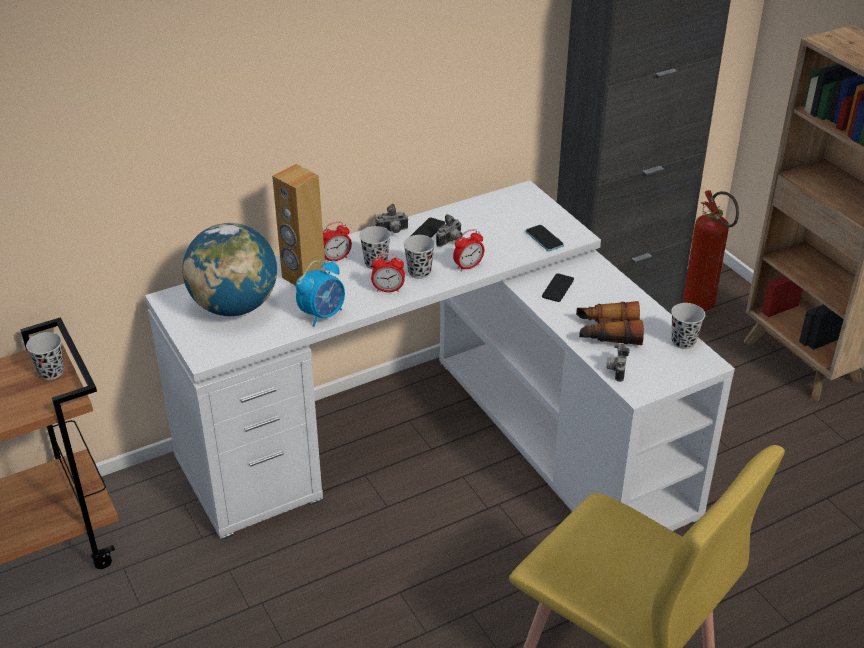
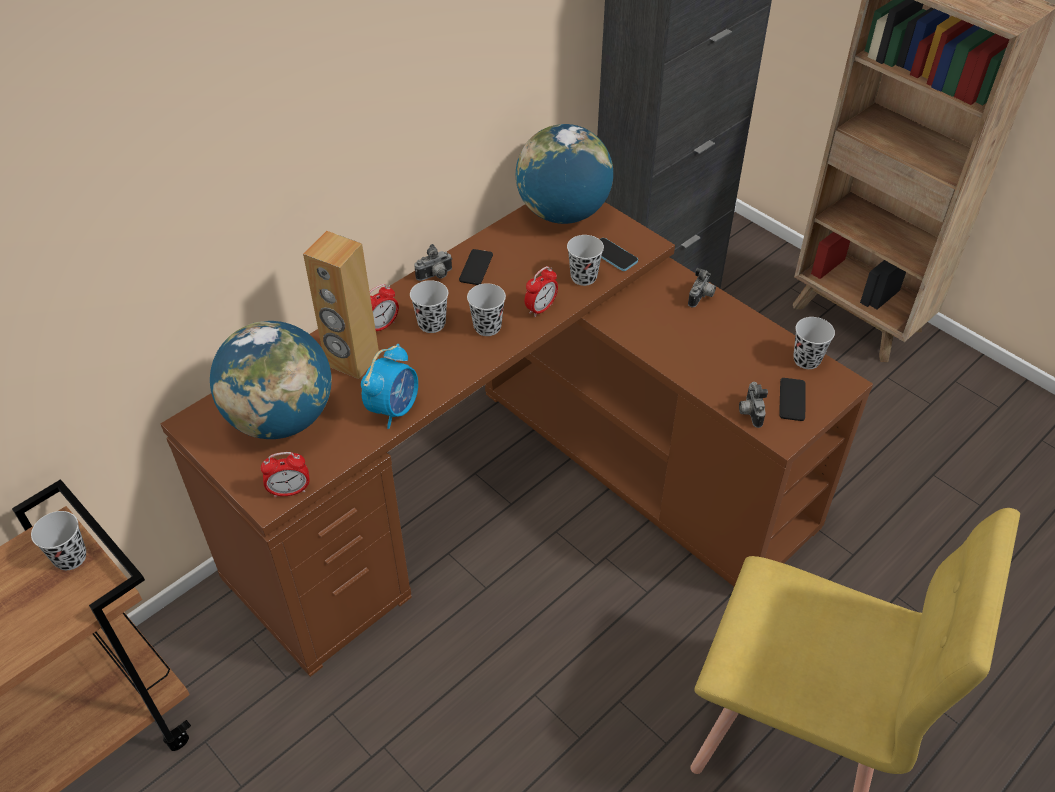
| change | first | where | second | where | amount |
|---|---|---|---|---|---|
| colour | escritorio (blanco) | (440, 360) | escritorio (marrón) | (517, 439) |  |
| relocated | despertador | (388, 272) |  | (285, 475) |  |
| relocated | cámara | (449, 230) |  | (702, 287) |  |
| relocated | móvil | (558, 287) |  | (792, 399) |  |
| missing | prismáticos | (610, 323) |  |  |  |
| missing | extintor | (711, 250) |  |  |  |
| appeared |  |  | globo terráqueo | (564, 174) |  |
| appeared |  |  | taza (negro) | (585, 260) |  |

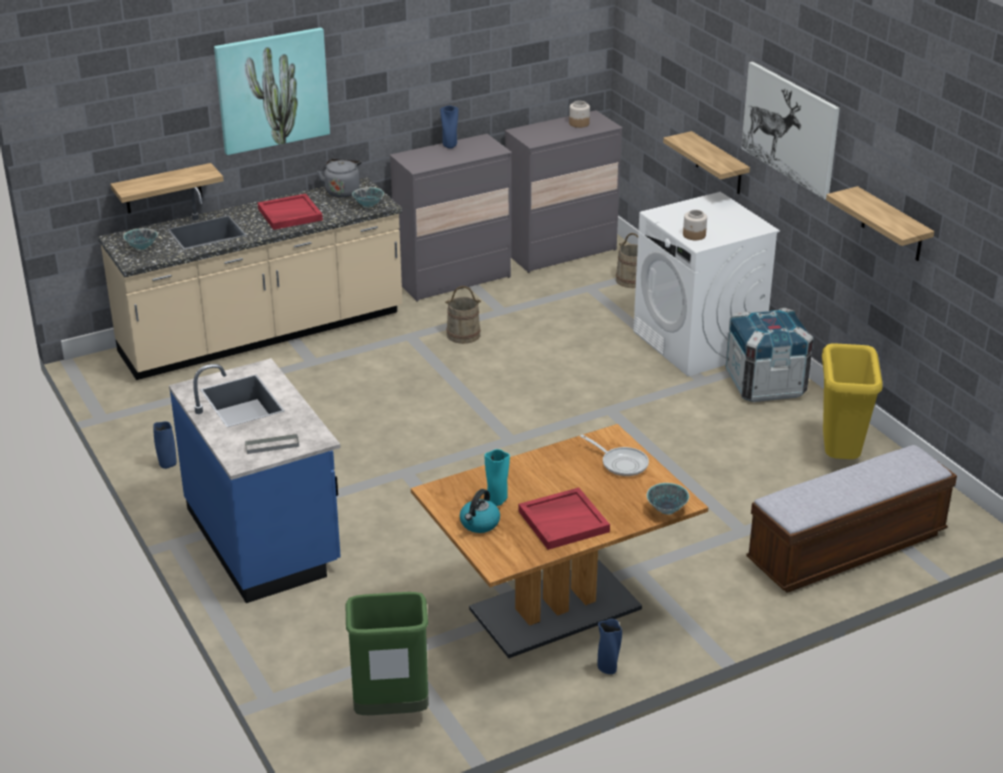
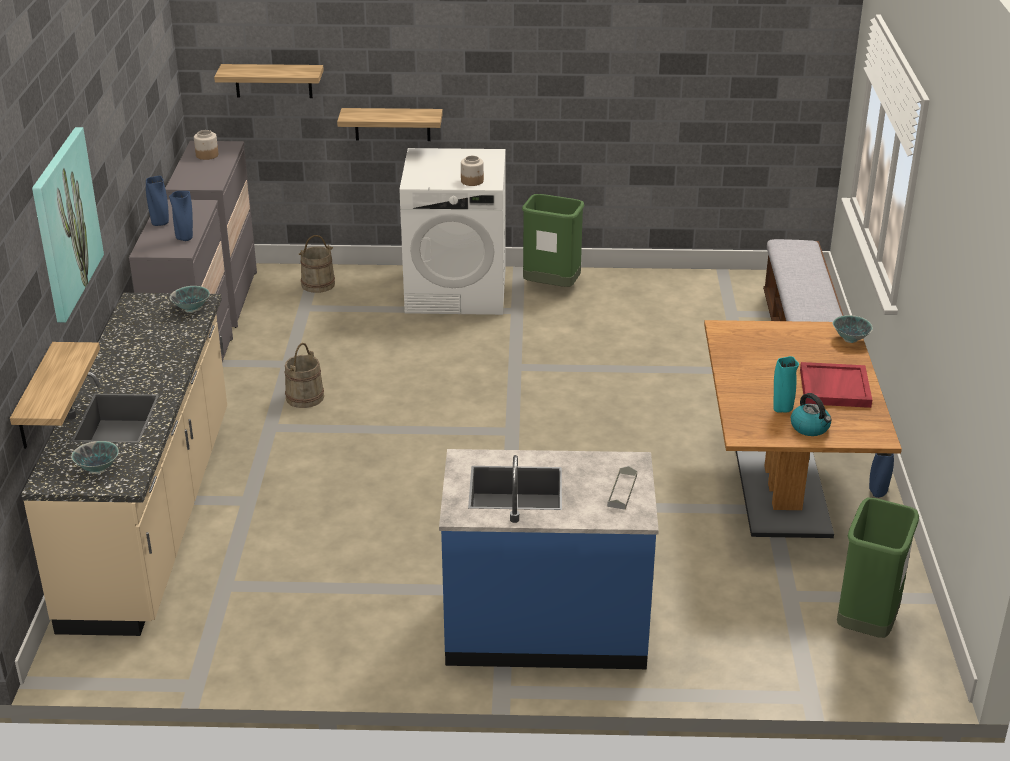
| change | first | where | second | where | amount |
|---|---|---|---|---|---|
| relocated | florero (azul) | (165, 445) |  | (181, 216) |  |
| missing | bandeja (rojo) | (290, 212) |  |  |  |
| missing | hervidor (gris) | (339, 178) |  |  |  |
| missing | sartén | (614, 455) |  |  |  |
| exchanged | caja de embalaje | (769, 355) | papelera (verde) | (553, 240) |  |
| missing | cuadro | (790, 130) |  |  |  |
| missing | papelera (amarillo) | (852, 401) |  |  |  |
| relocated | estante | (880, 223) |  | (269, 81) |  |

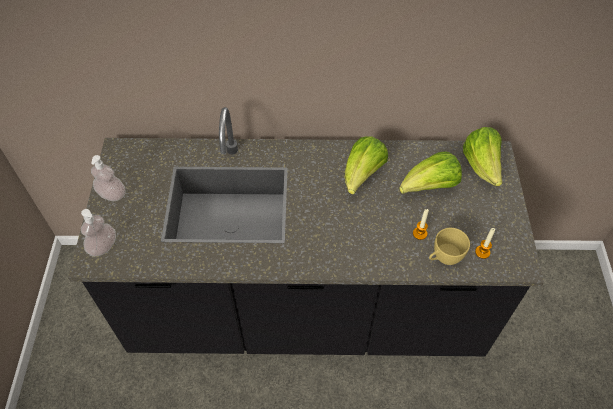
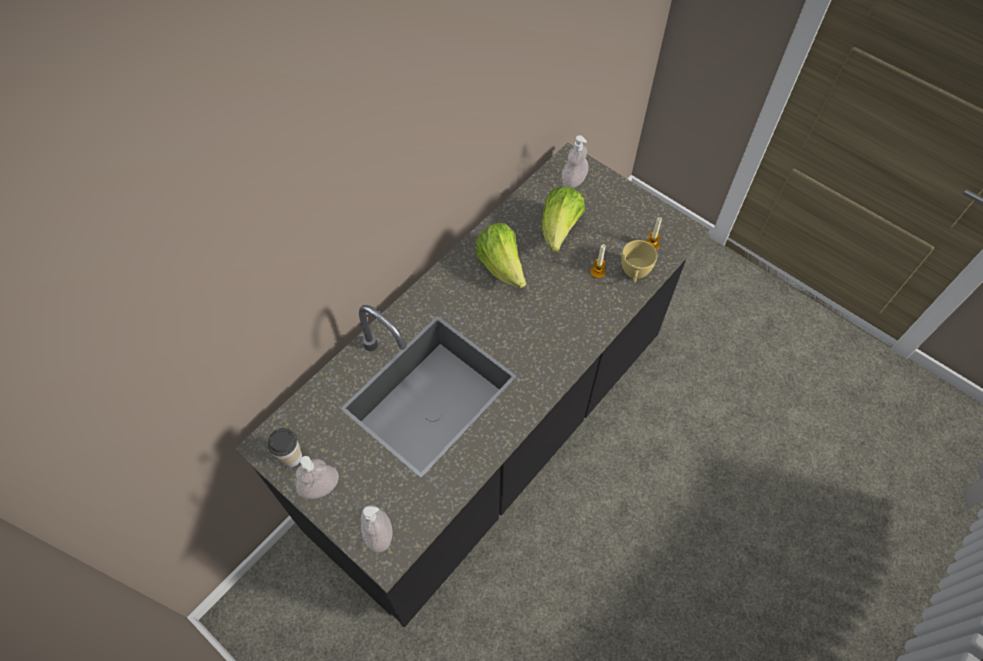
| change | first | where | second | where | amount |
|---|---|---|---|---|---|
| exchanged | lechuga | (482, 156) | dispensador de jabón | (575, 161) |  |
| appeared |  |  | taza | (285, 447) |  |

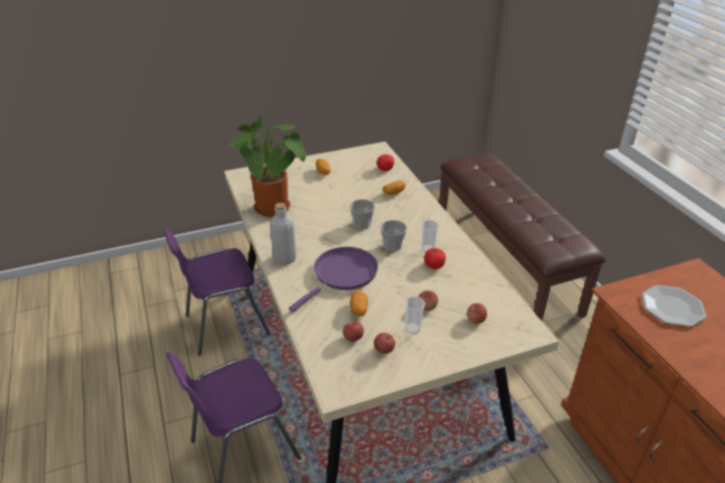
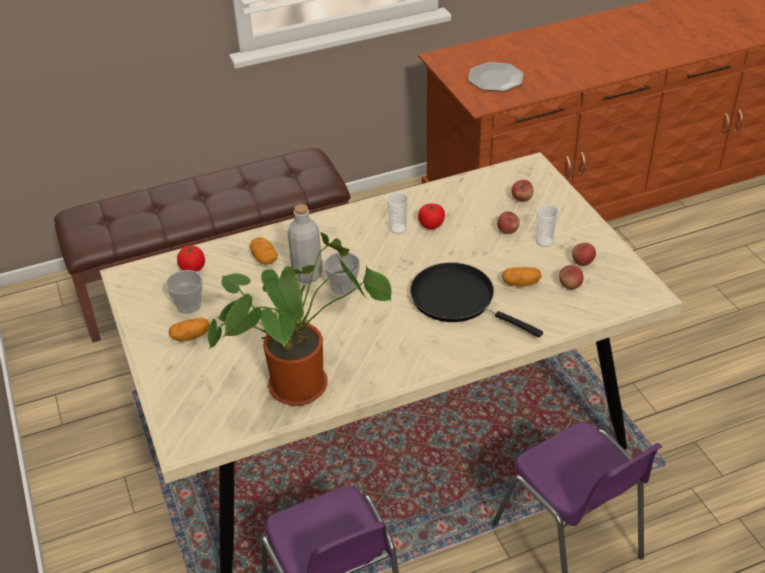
| change | first | where | second | where | amount |
|---|---|---|---|---|---|
| relocated | botella (gris) | (283, 234) |  | (305, 243) |  |
| colour | sartén (morado) | (333, 279) | sartén (negro) | (476, 300) |  |
| relocated | taza | (394, 235) |  | (184, 292) |  |

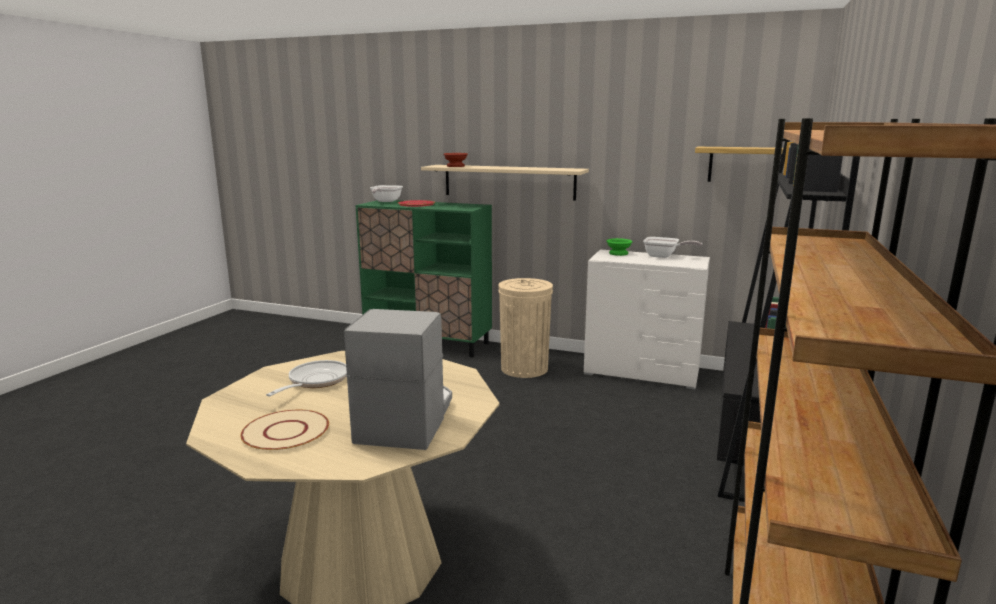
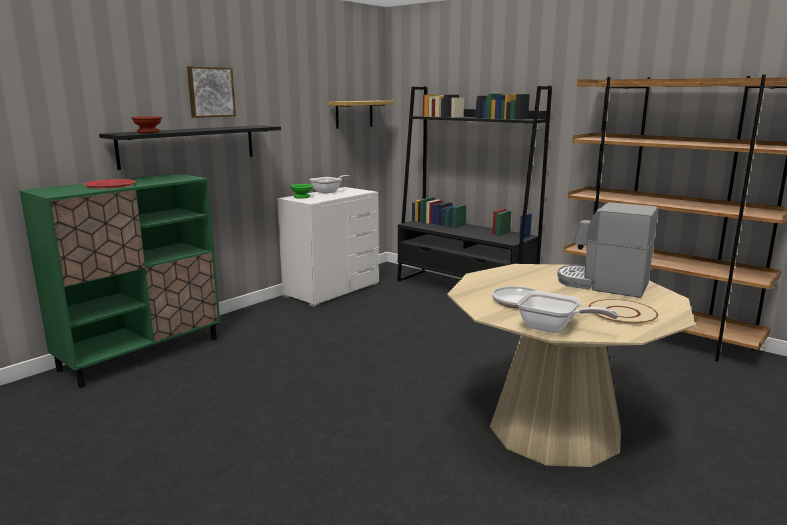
| change | first | where | second | where | amount |
|---|---|---|---|---|---|
| relocated | sartén | (386, 193) |  | (567, 312) |  |
| colour | estante (beis) | (505, 183) | estante (negro) | (190, 147) |  |
| missing | papelera (beis) | (525, 328) |  |  |  |
| appeared |  |  | cuadro | (211, 92) |  |

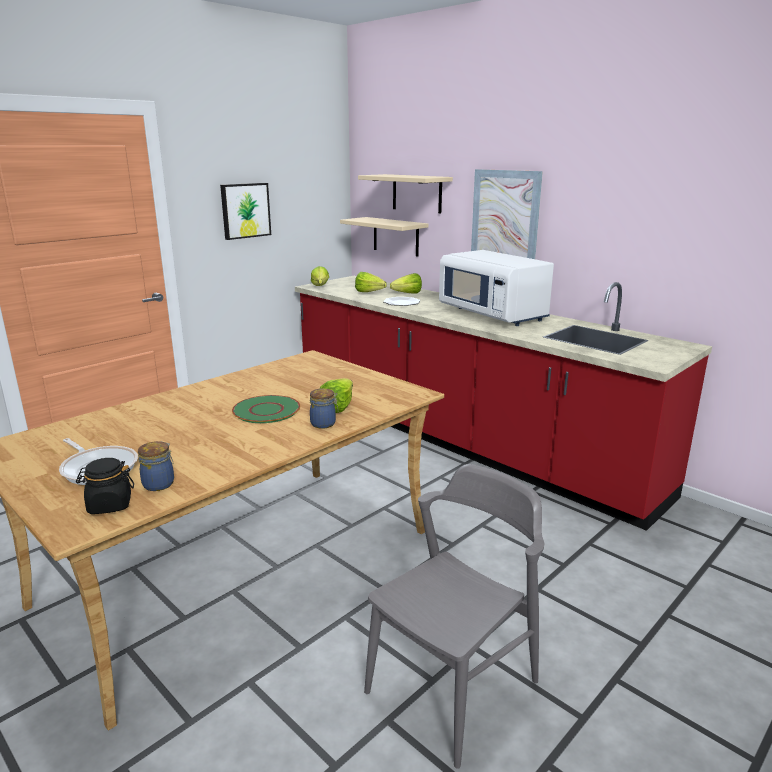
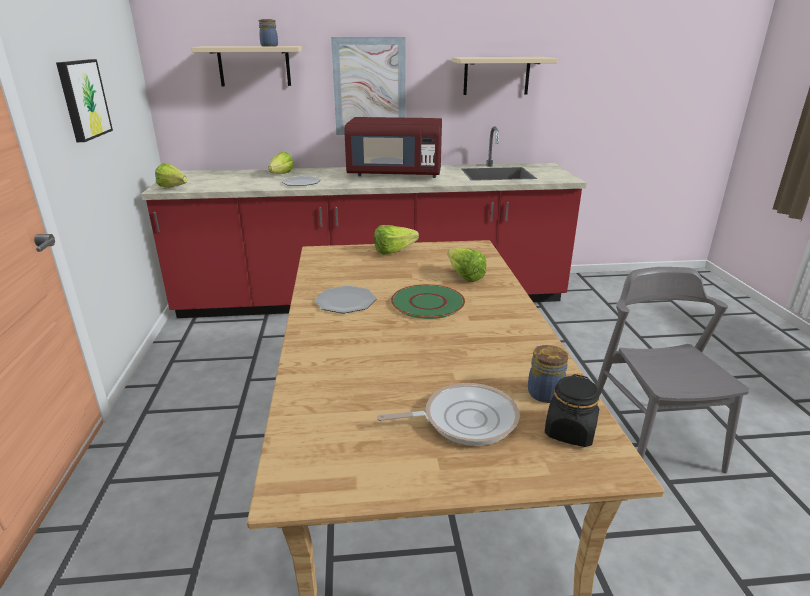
| change | first | where | second | where | amount |
|---|---|---|---|---|---|
| relocated | tarro | (324, 408) |  | (268, 33) |  |
| relocated | estante (beis) | (384, 236) |  | (504, 76) |  |
| relocated | lechuga | (371, 282) |  | (396, 240) |  |
| colour | microondas (blanco) | (496, 288) | microondas (rojo) | (393, 147) |  |
| appeared |  |  | plato | (346, 299) |  |

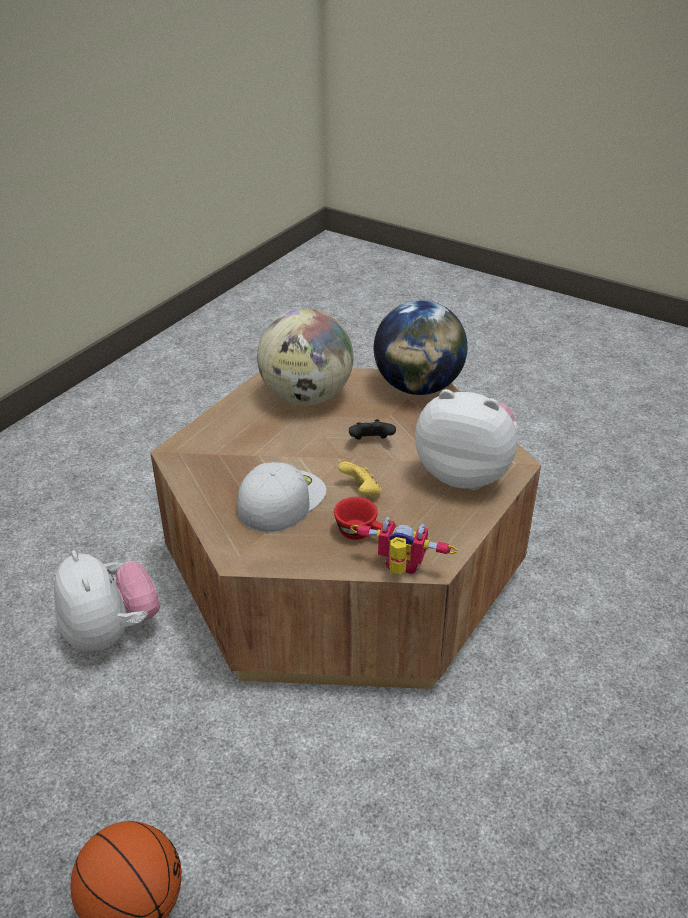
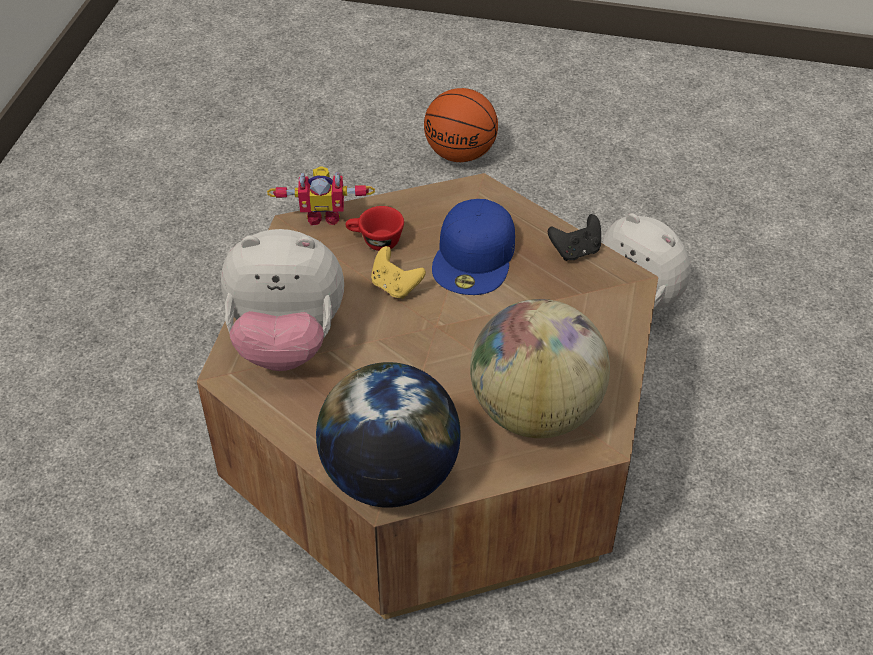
| change | first | where | second | where | amount |
|---|---|---|---|---|---|
| colour | gorra (blanco) | (282, 497) | gorra (azul) | (473, 247) |  |
| relocated | mando de consola (negro) | (372, 429) |  | (574, 237) |  |

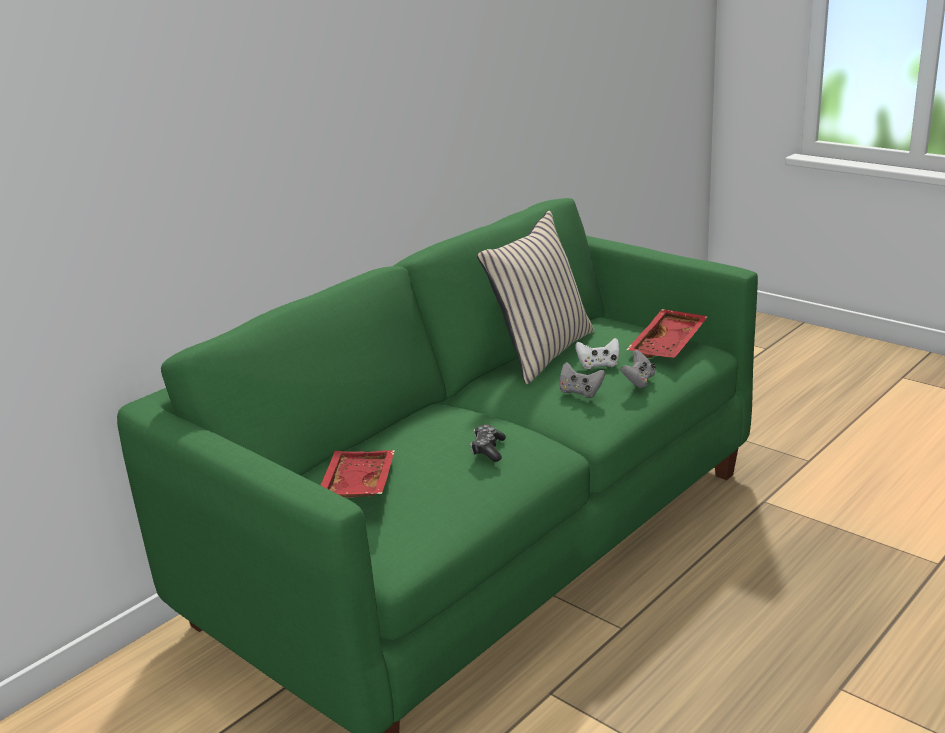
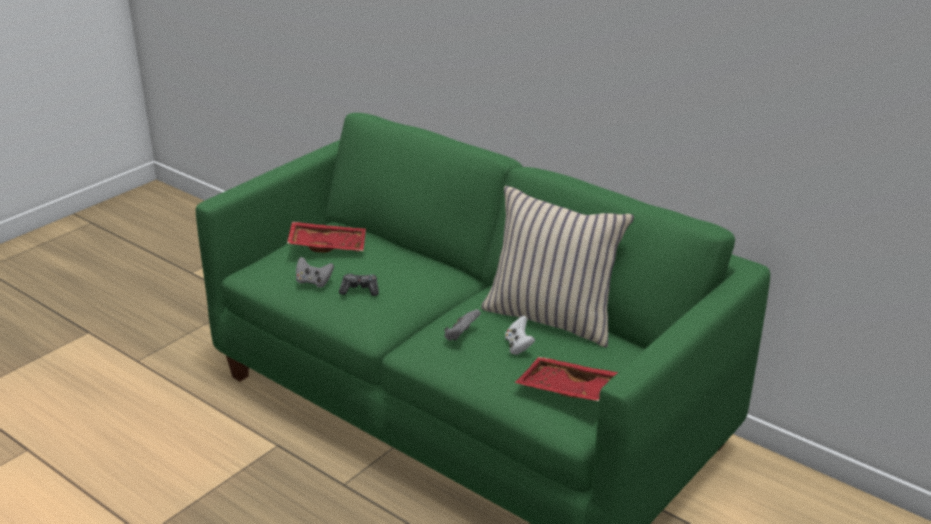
| change | first | where | second | where | amount |
|---|---|---|---|---|---|
| relocated | mando de consola (gris) | (638, 369) |  | (315, 272) |  |

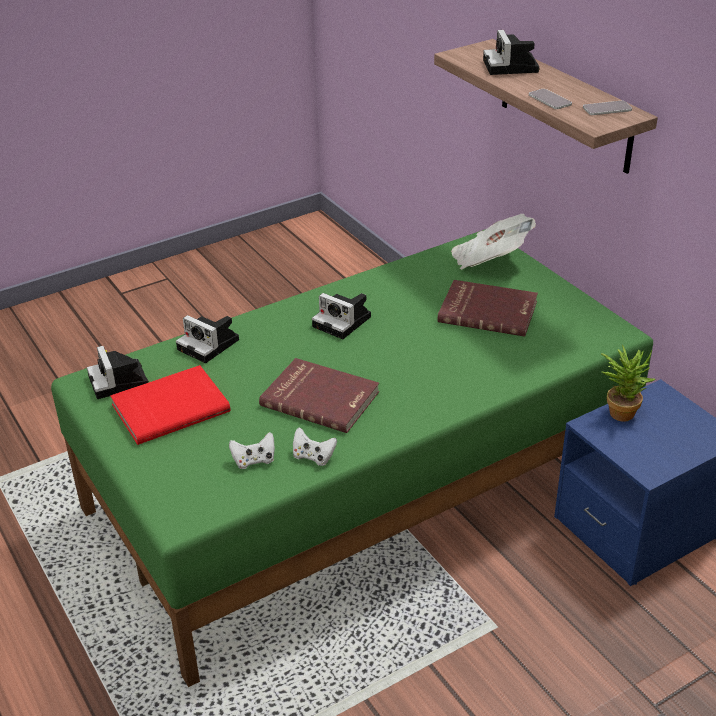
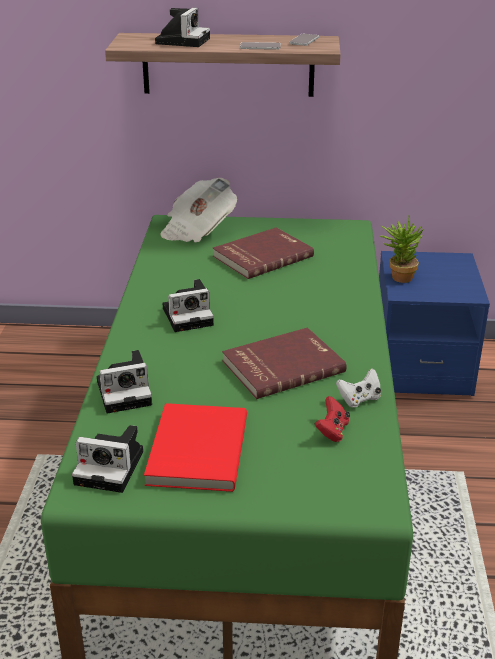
| change | first | where | second | where | amount |
|---|---|---|---|---|---|
| colour | mando de consola (blanco) | (252, 450) | mando de consola (rojo) | (332, 419) |  |
| spun | cámara | (511, 52) |  | (182, 27) | 105 degrees counterclockwise |

